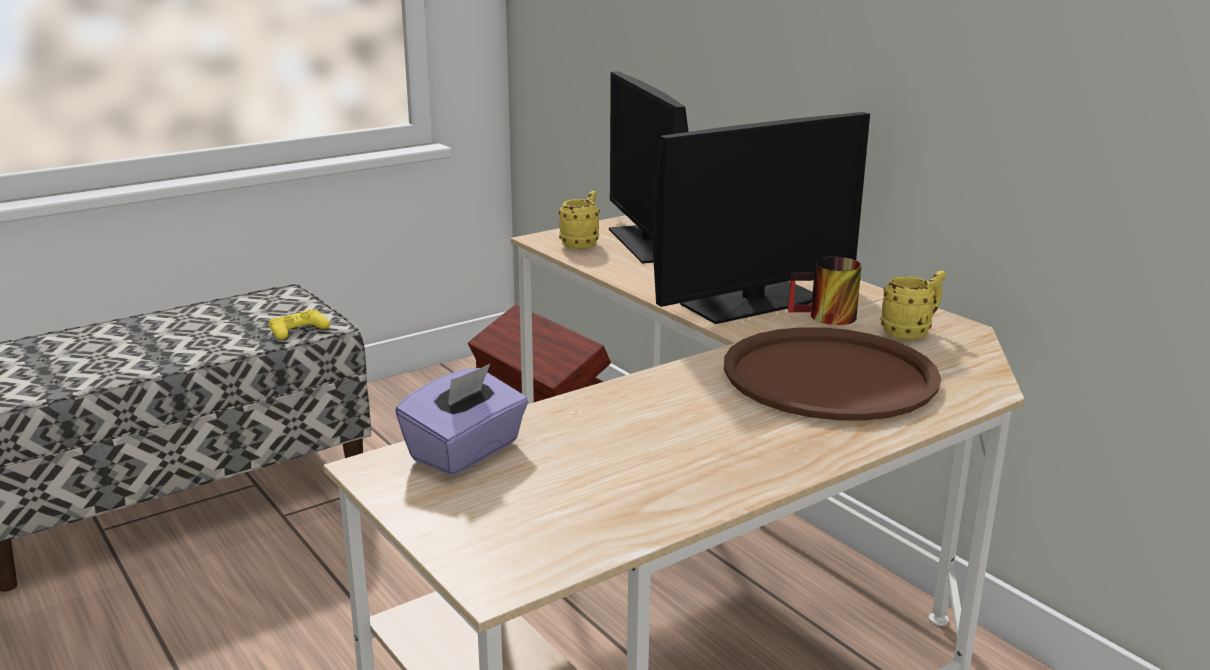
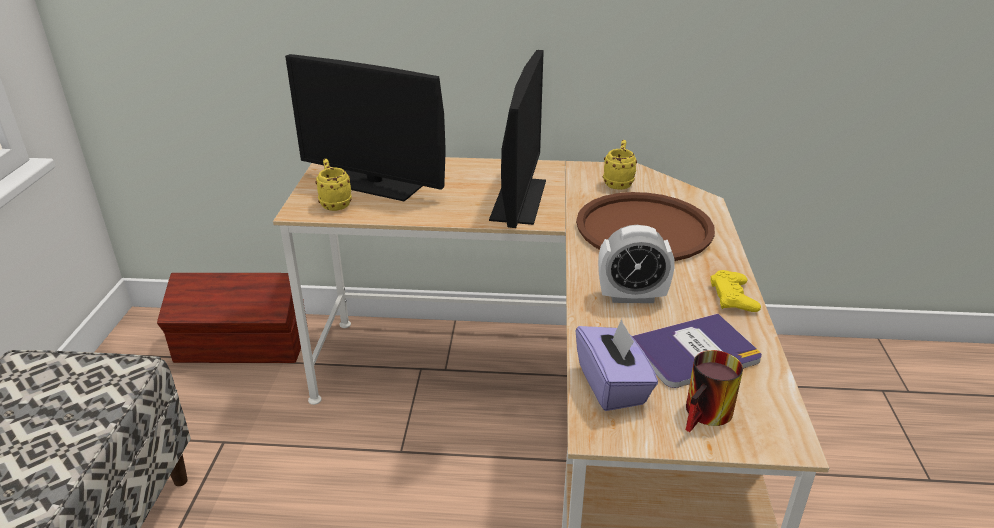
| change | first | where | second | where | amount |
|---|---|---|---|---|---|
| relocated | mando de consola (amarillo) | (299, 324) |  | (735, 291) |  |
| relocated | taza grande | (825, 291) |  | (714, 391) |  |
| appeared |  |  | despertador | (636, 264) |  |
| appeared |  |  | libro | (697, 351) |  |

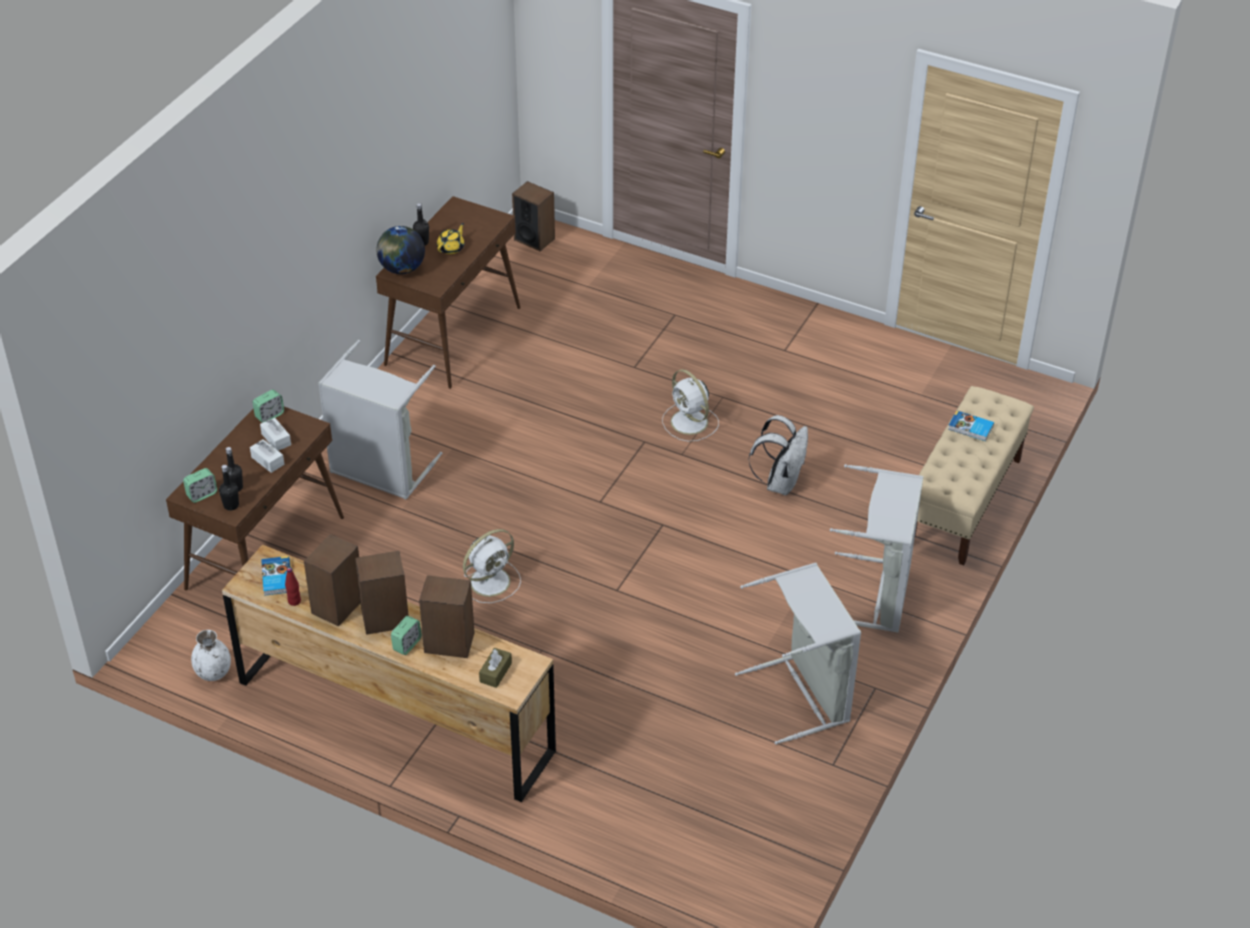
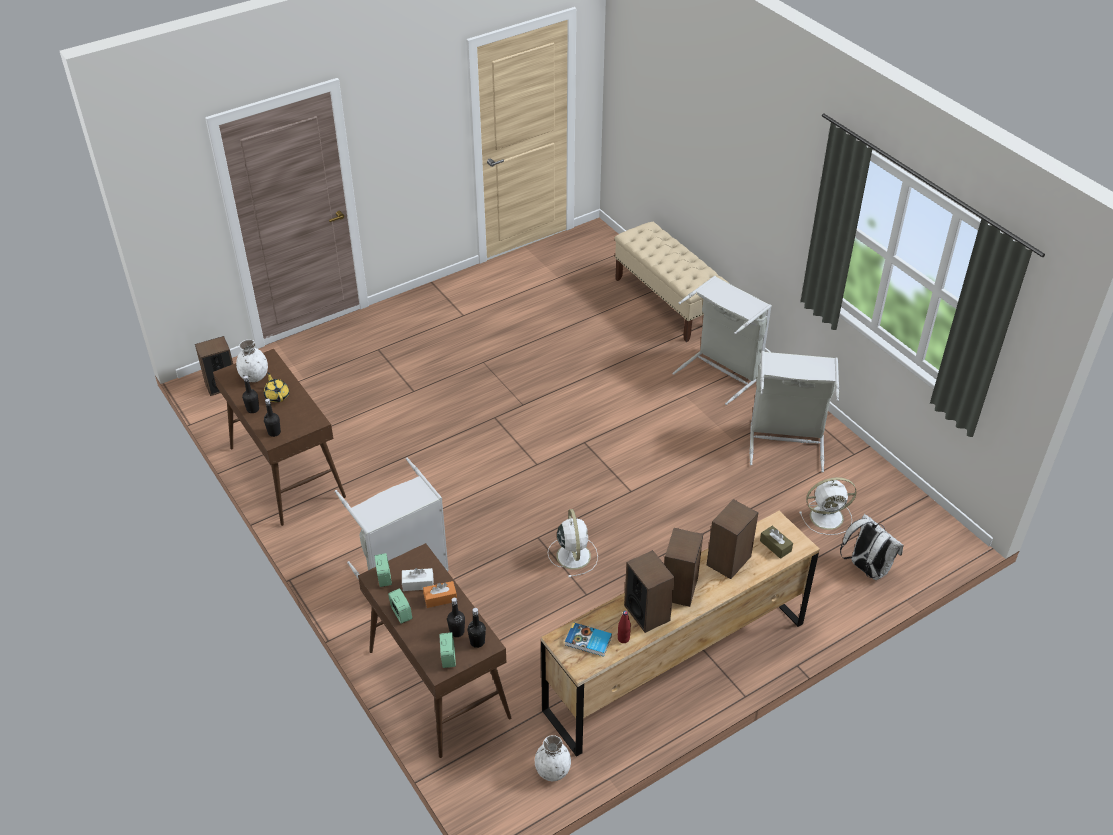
| change | first | where | second | where | amount |
|---|---|---|---|---|---|
| colour | caja de pañuelos (blanco) | (267, 456) | caja de pañuelos (naranja) | (440, 594) |  |
| exchanged | globo terráqueo | (400, 250) | botella (negro) | (272, 418) |  |
| relocated | despertador | (406, 635) |  | (400, 606) |  |
| relocated | ventilador (blanco) | (690, 405) |  | (827, 506) |  |
| relocated | mochila (blanco) | (778, 455) |  | (872, 547) |  |
| missing | libro | (971, 426) |  |  |  |
| appeared |  |  | florero (blanco) | (252, 361) |  |

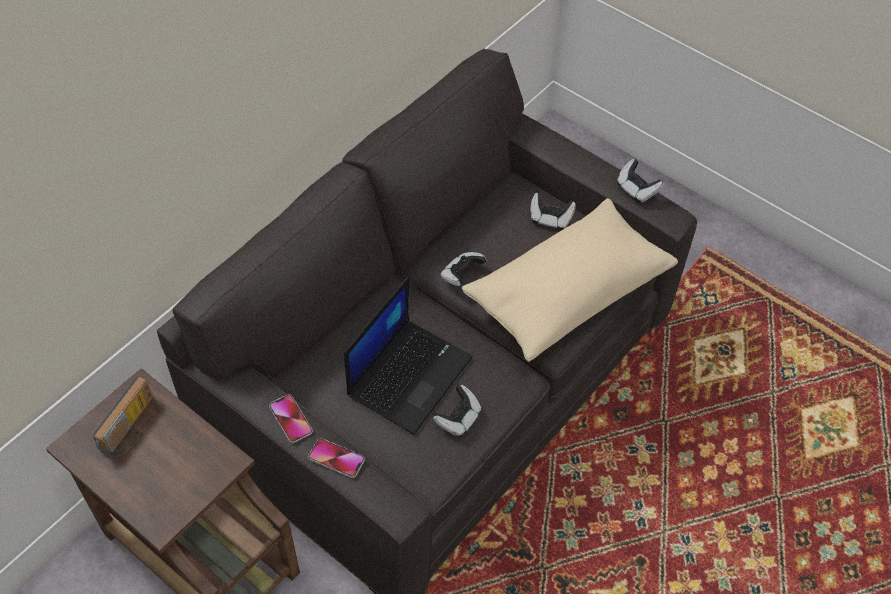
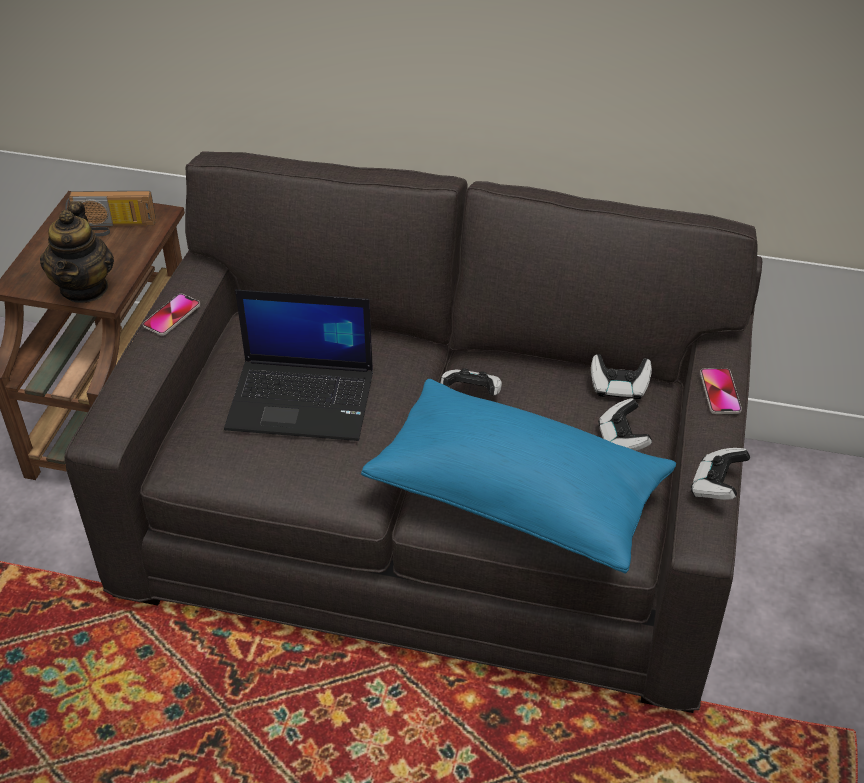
| change | first | where | second | where | amount |
|---|---|---|---|---|---|
| relocated | móvil | (336, 458) |  | (721, 391) |  |
| relocated | mando de consola | (457, 411) |  | (621, 377) |  |
| colour | cojín (beis) | (570, 280) | cojín (azul) | (518, 476) |  |
| appeared |  |  | tetera | (77, 252) |  |

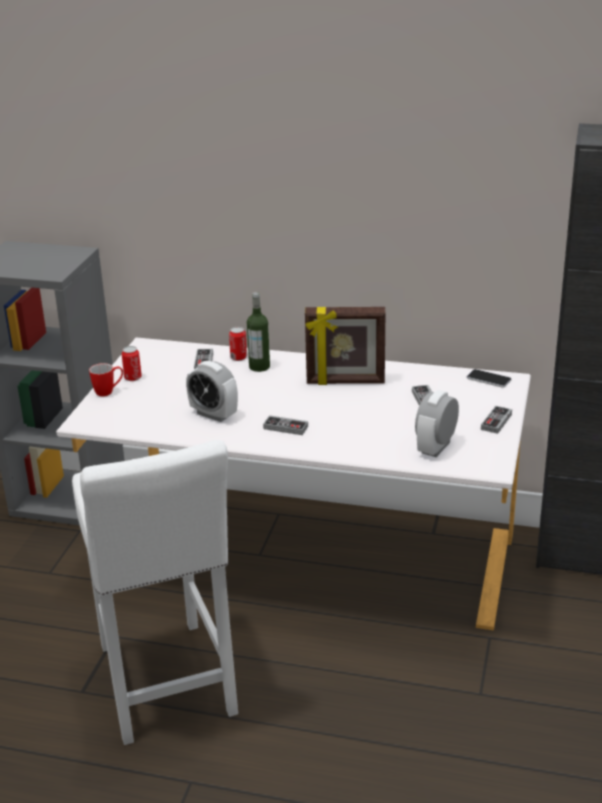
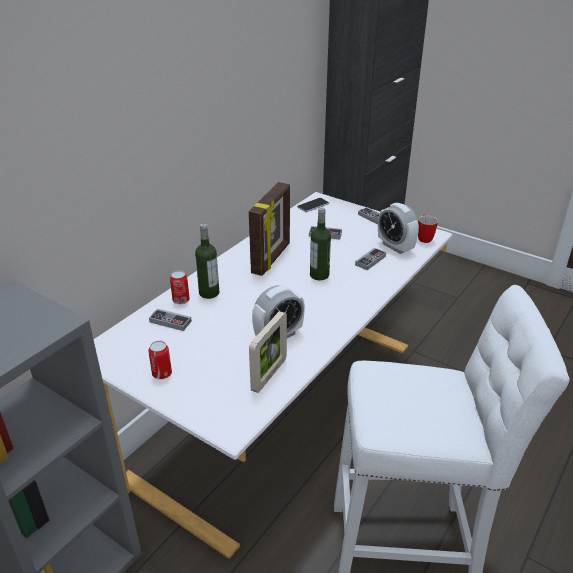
| change | first | where | second | where | amount |
|---|---|---|---|---|---|
| relocated | taza grande | (106, 380) |  | (428, 228) |  |
| relocated | mando de consola | (285, 425) |  | (370, 259) |  |
| appeared |  |  | portarretratos | (268, 352) |  |
| appeared |  |  | botella | (320, 243) |  |

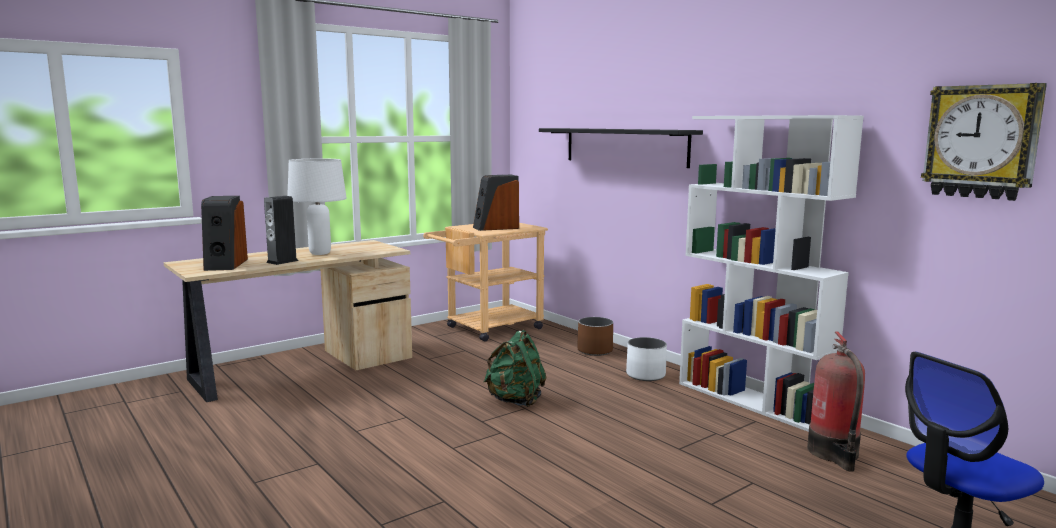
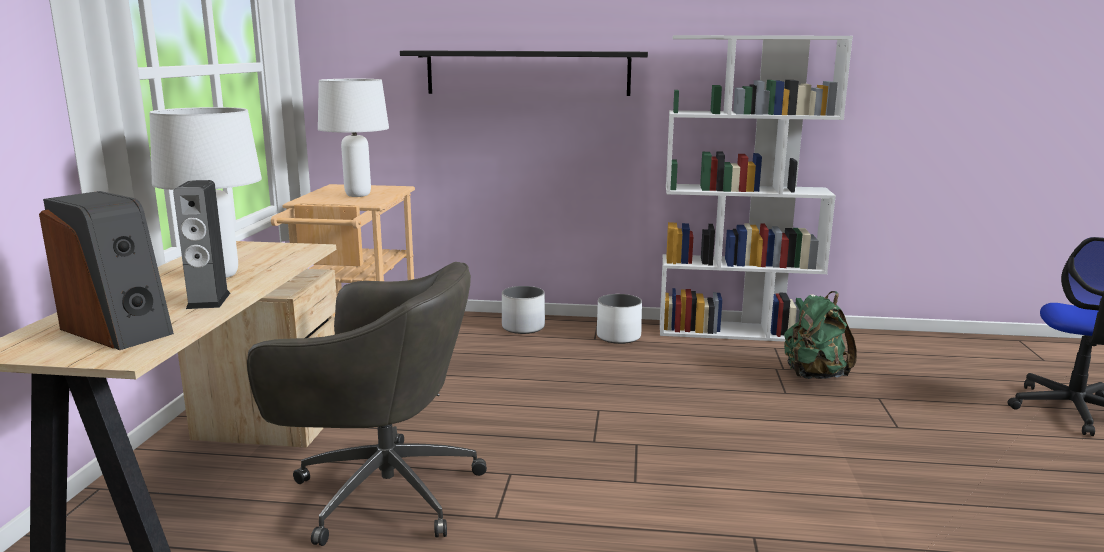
| change | first | where | second | where | amount |
|---|---|---|---|---|---|
| exchanged | altavoz | (496, 203) | lámpara de mesa (blanco) | (353, 138) |  |
| relocated | mochila (verde) | (515, 368) |  | (820, 335) |  |
| colour | maceta (marrón) | (595, 336) | maceta (blanco) | (523, 310) |  |
| missing | extintor | (836, 401) |  |  |  |
| missing | reloj de pared | (984, 142) |  |  |  |
| appeared |  |  | silla de oficina (gris) | (367, 404) |  |

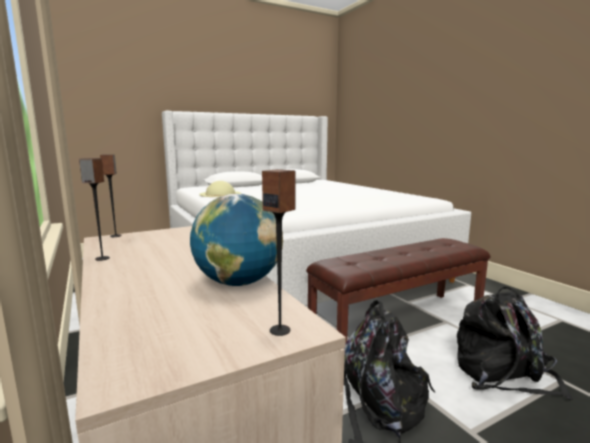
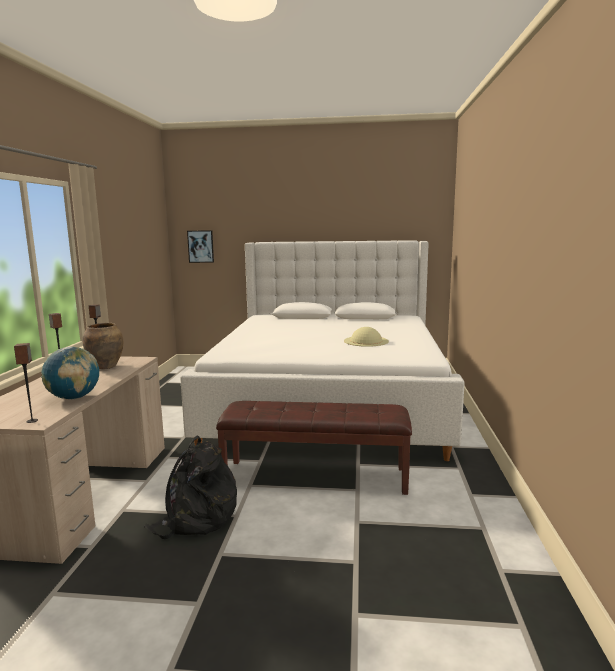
| change | first | where | second | where | amount |
|---|---|---|---|---|---|
| relocated | sombrero (beis) | (220, 189) |  | (366, 337) |  |
| missing | mochila (negro) | (515, 343) |  |  |  |
| appeared |  |  | florero (marrón) | (103, 346) |  |
| appeared |  |  | cuadro | (200, 246) |  |

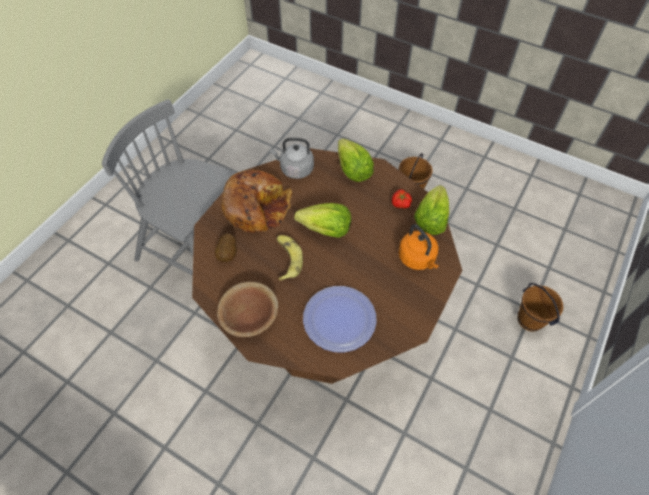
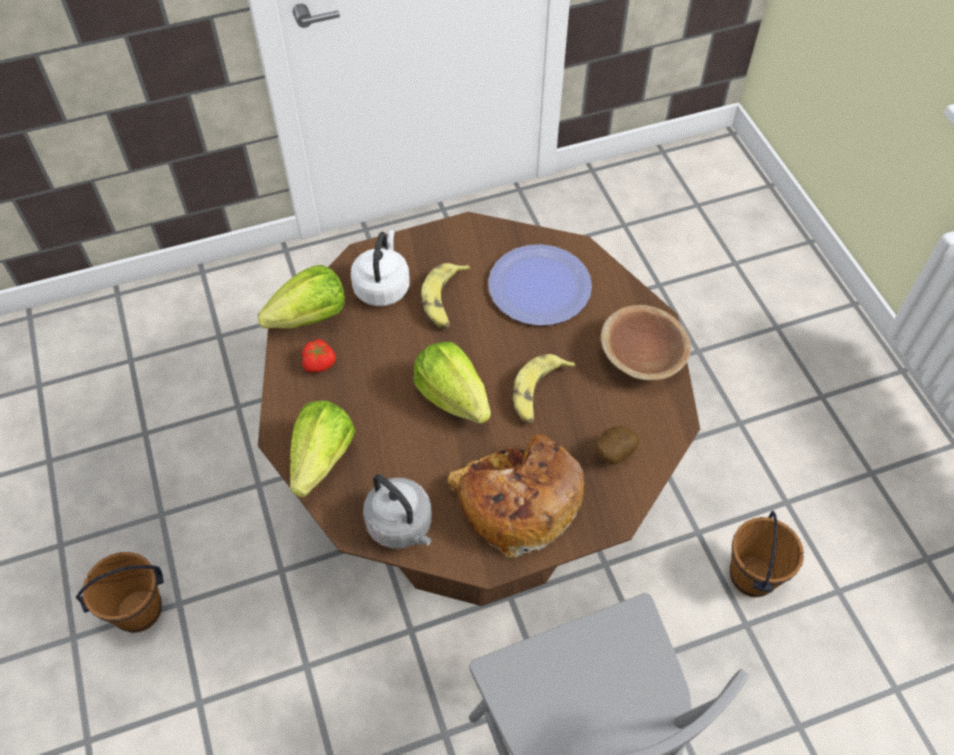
| change | first | where | second | where | amount |
|---|---|---|---|---|---|
| colour | hervidor (naranja) | (419, 247) | hervidor (blanco) | (380, 268) |  |
| relocated | cubo (marrón) | (540, 307) |  | (767, 554) |  |
| appeared |  |  | plátano | (445, 296) |  |

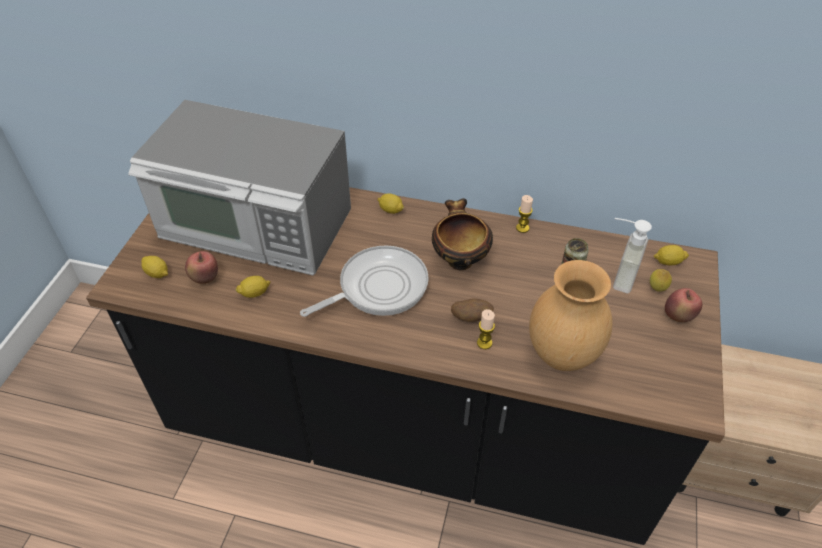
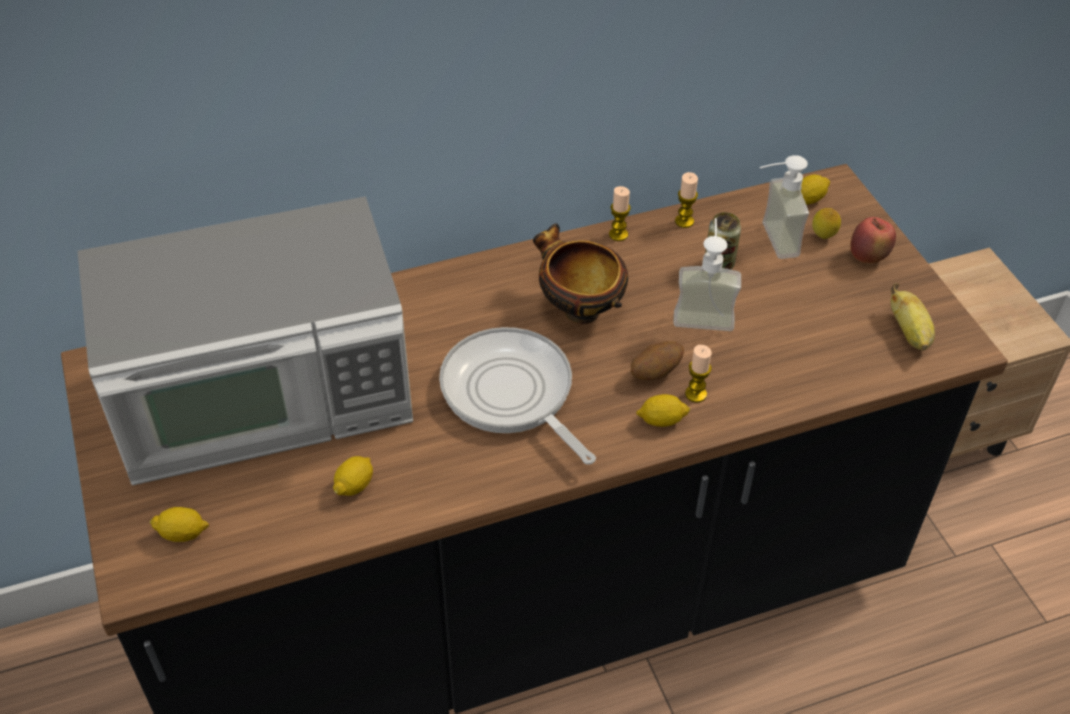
| change | first | where | second | where | amount |
|---|---|---|---|---|---|
| missing | manzana | (201, 267) |  |  |  |
| spun | sartén | (364, 281) |  | (517, 395) | 60 degrees counterclockwise |
| relocated | limón | (390, 203) |  | (663, 410) |  |
| missing | florero (marrón) | (570, 315) |  |  |  |
| appeared |  |  | dispensador de jabón | (707, 274) |  |
| appeared |  |  | vela | (686, 200) |  |
| appeared |  |  | plátano | (912, 316) |  |

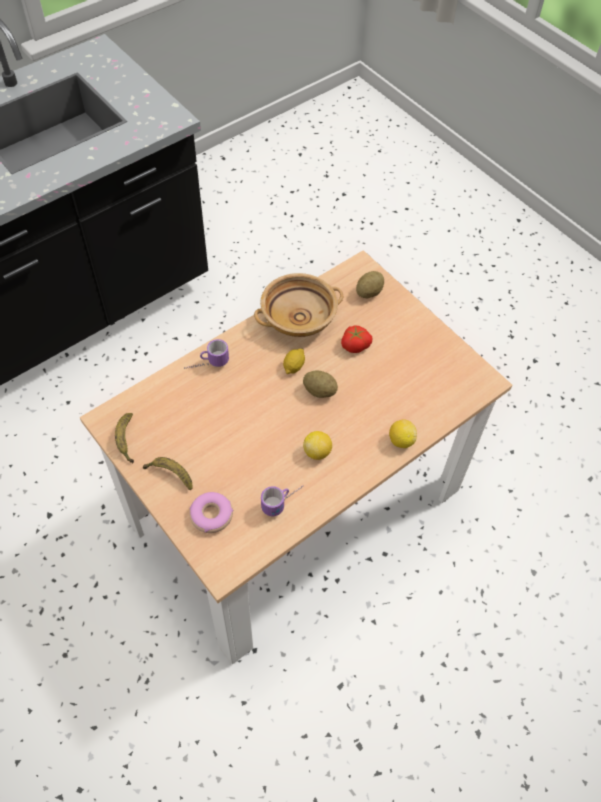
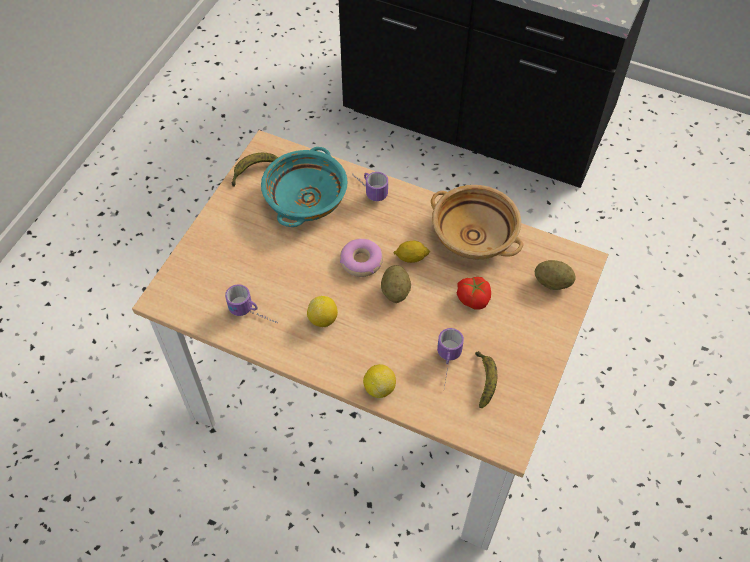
| change | first | where | second | where | amount |
|---|---|---|---|---|---|
| relocated | plátano | (168, 473) |  | (486, 379) |  |
| relocated | rosquilla | (211, 512) |  | (361, 258) |  |
| appeared |  |  | cuenco (turquesa) | (304, 187) |  |
| appeared |  |  | taza grande | (450, 358) |  |

